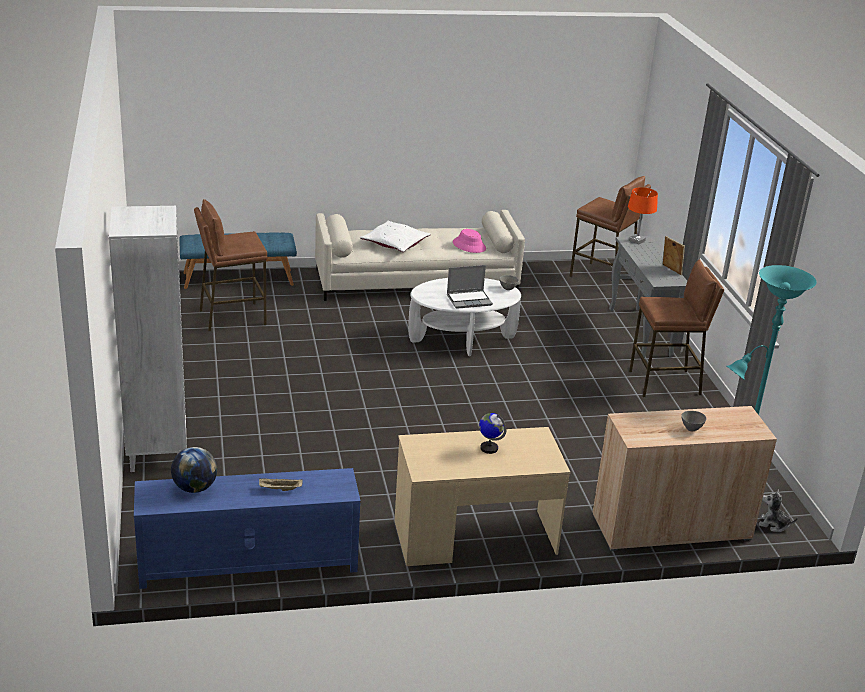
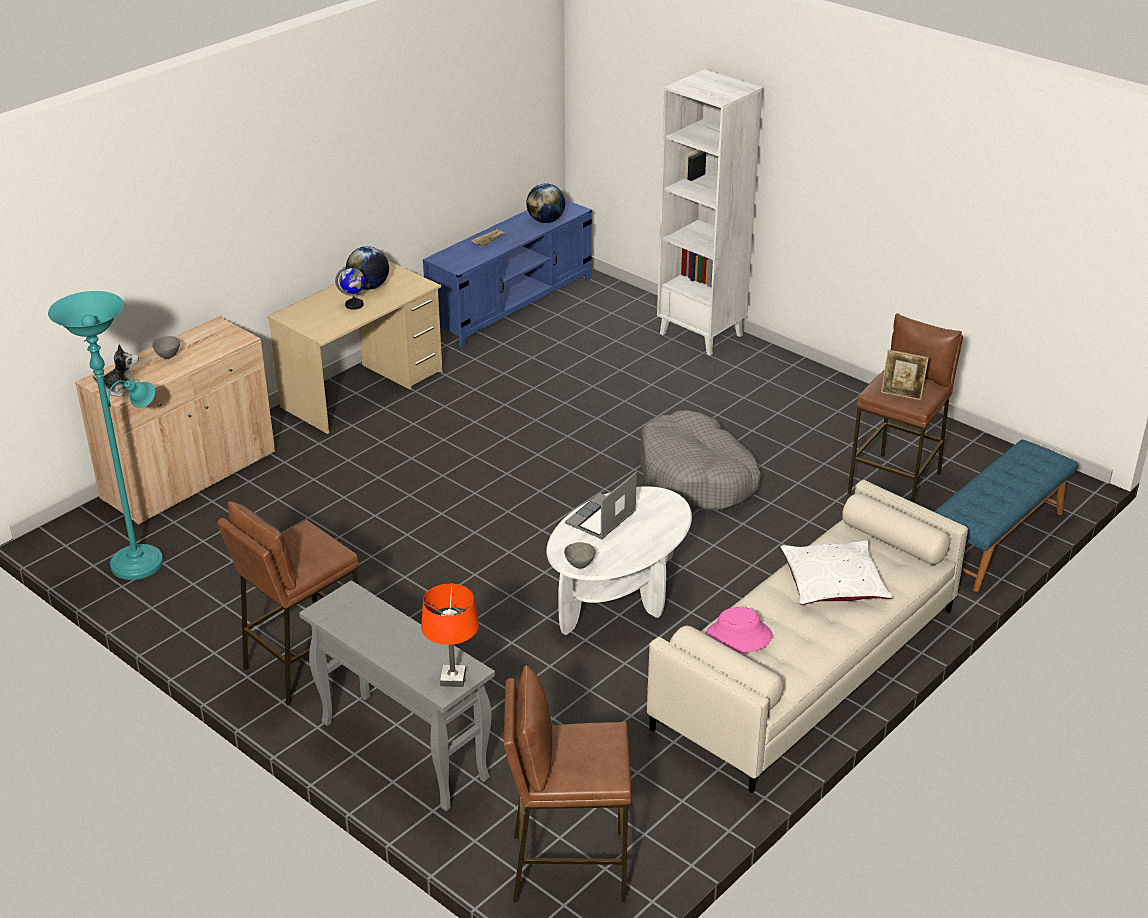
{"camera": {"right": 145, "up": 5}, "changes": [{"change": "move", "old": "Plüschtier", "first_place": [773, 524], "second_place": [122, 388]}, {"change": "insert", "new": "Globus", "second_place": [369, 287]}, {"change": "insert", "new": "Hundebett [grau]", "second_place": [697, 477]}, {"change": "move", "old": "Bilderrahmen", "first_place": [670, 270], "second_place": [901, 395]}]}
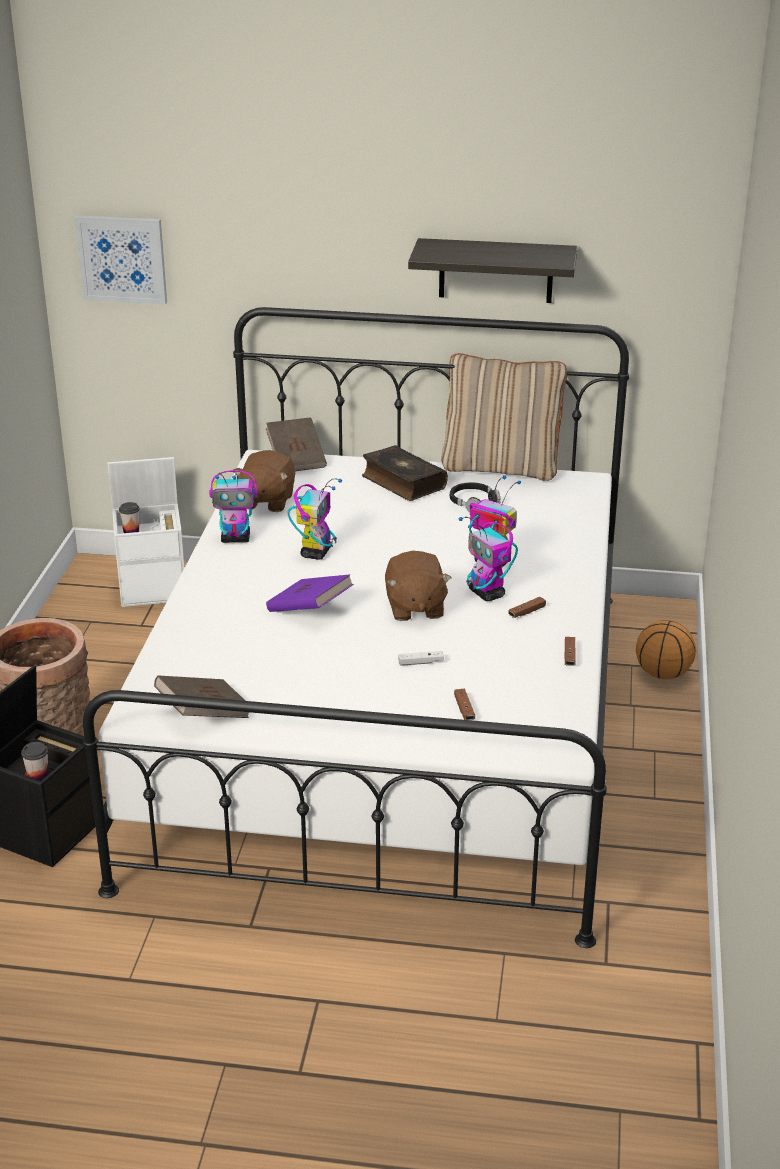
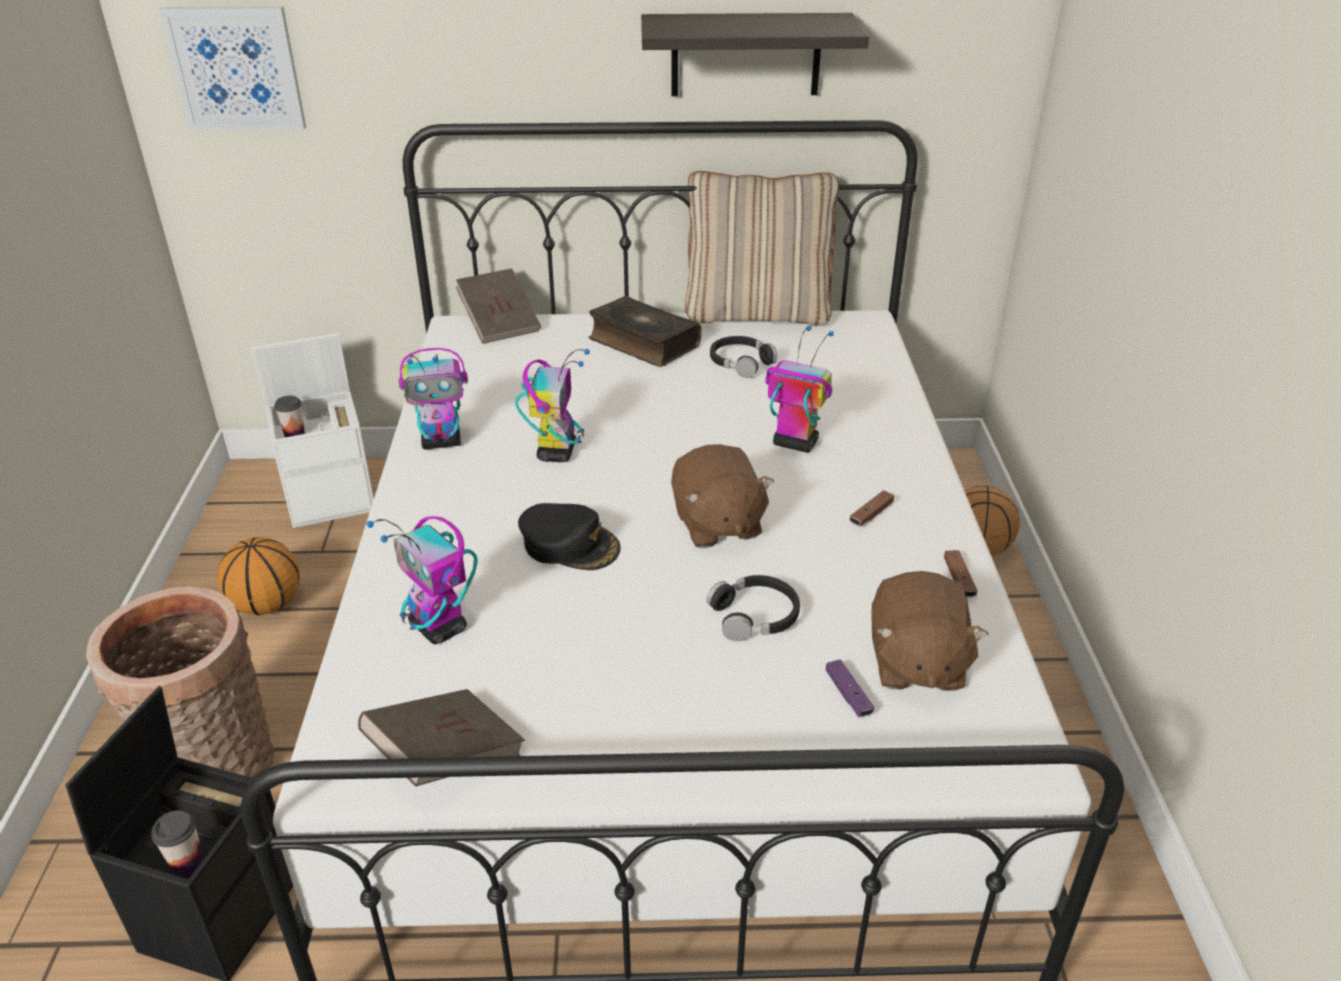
{"camera": {"right": -10, "up": 5}, "changes": [{"change": "insert", "new": "Basketball", "second_place": [266, 604]}, {"change": "move", "old": "Spielzeugroboter", "first_place": [487, 594], "second_place": [439, 627]}, {"change": "replace", "old": "Buch [lila]", "new": "Kappe [schwarz]", "first_place": [309, 610], "second_place": [570, 544]}, {"change": "replace", "old": "Gamepad [weiß]", "new": "Kopfhörer [schwarz]", "first_place": [420, 662], "second_place": [755, 616]}, {"change": "recolor", "old": "Gamepad [braun]", "new": "Gamepad [lila]", "first_place": [464, 709], "second_place": [848, 695]}, {"change": "move", "old": "Plüschtier [braun]", "first_place": [266, 501], "second_place": [915, 663]}]}
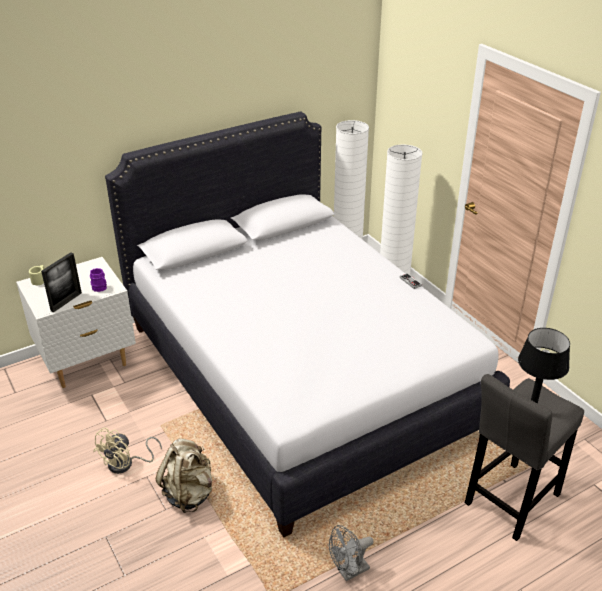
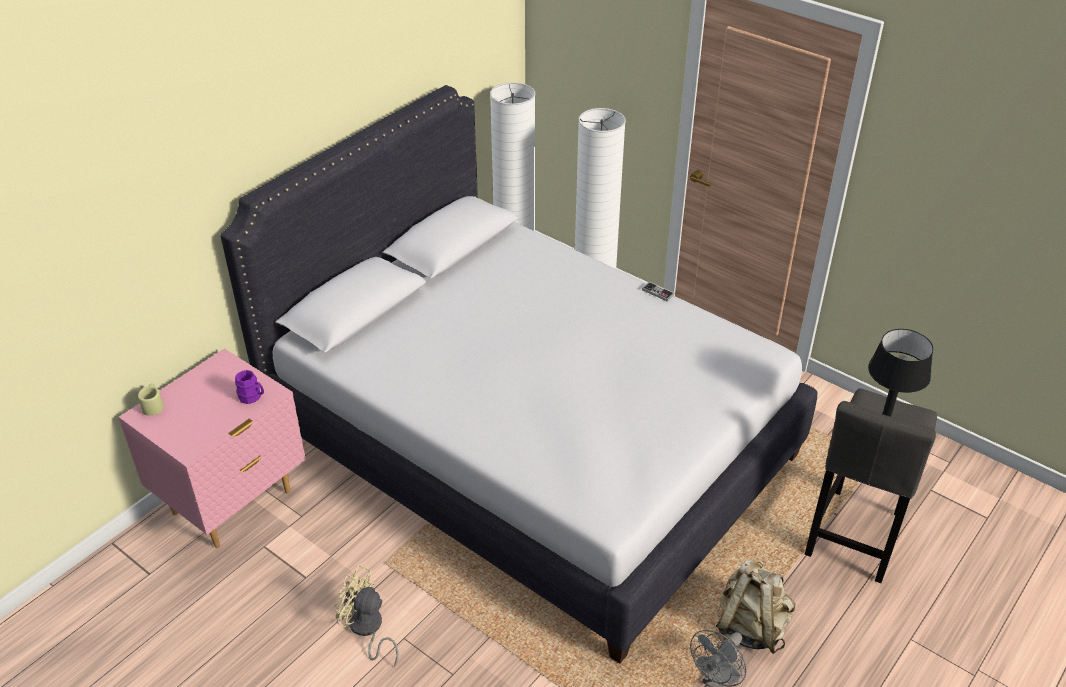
{"camera": {"right": -20, "up": 5}, "changes": [{"change": "recolor", "old": "Nachttisch [weiß]", "new": "Nachttisch [rosa]", "first_place": [87, 363], "second_place": [233, 503]}, {"change": "rotate", "old": "Ventilator [beige]", "first_place": [126, 464], "second_place": [367, 630], "degrees": 105}, {"change": "move", "old": "Rucksack [beige]", "first_place": [189, 493], "second_place": [750, 626]}, {"change": "delete", "old": "Bilderrahmen", "first_place": [66, 302]}]}
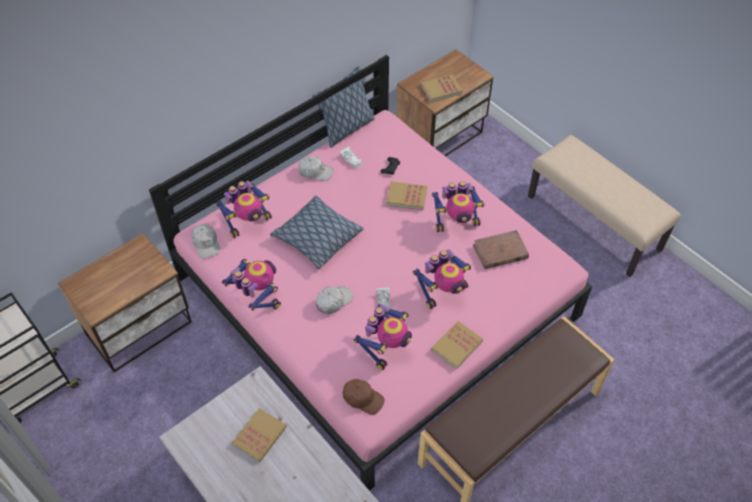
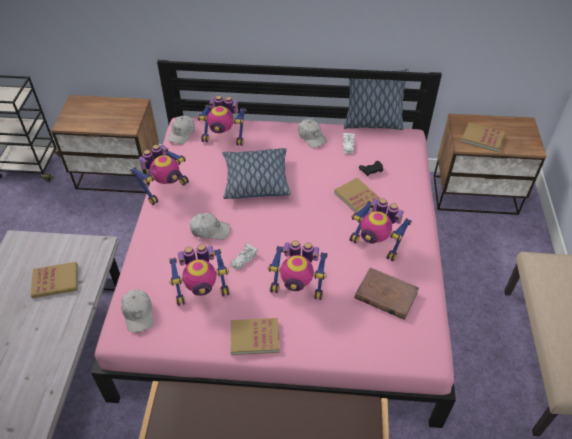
{"camera": {"right": 45, "up": -5}, "changes": [{"change": "recolor", "old": "Kappe [braun]", "new": "Kappe [weiß]", "first_place": [363, 398], "second_place": [138, 313]}, {"change": "rotate", "old": "Spielzeugroboter", "first_place": [257, 298], "second_place": [165, 189], "degrees": 45}]}
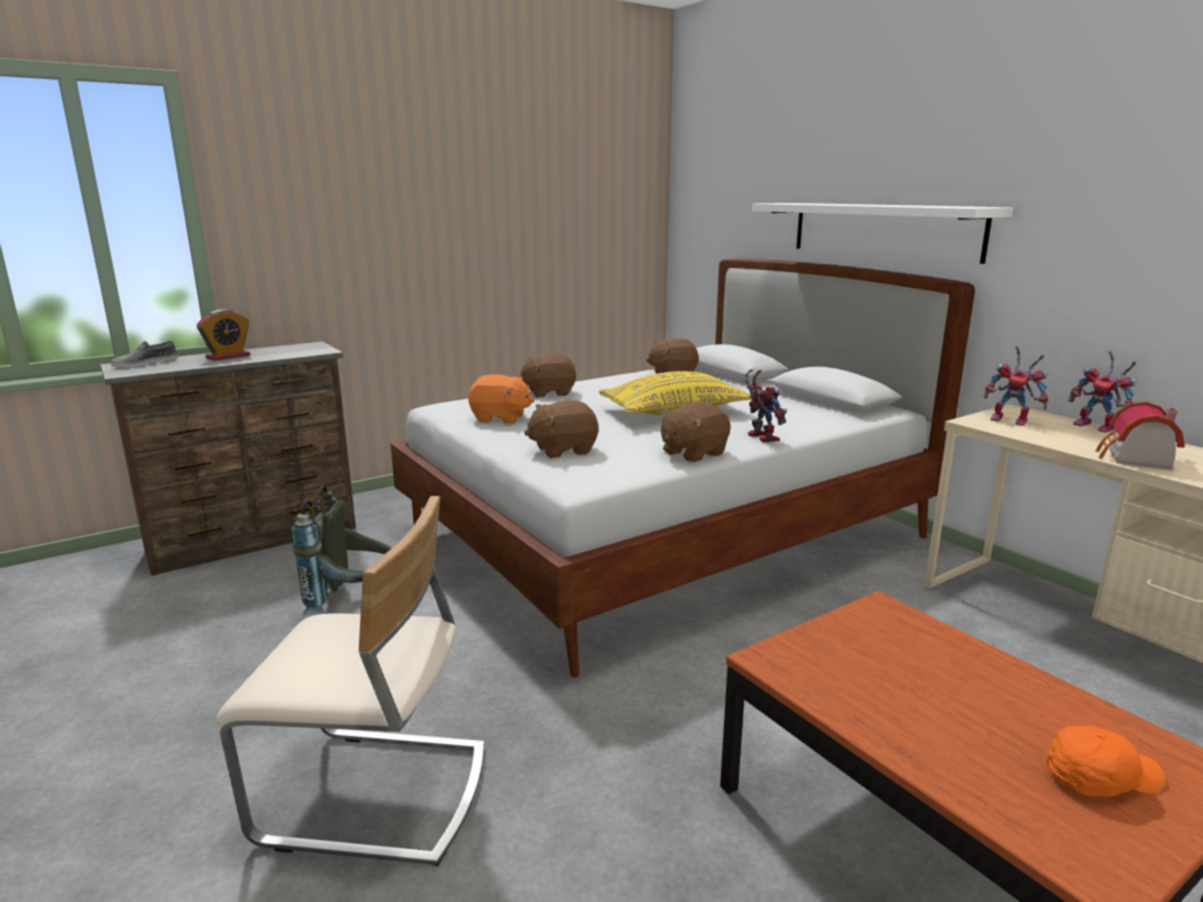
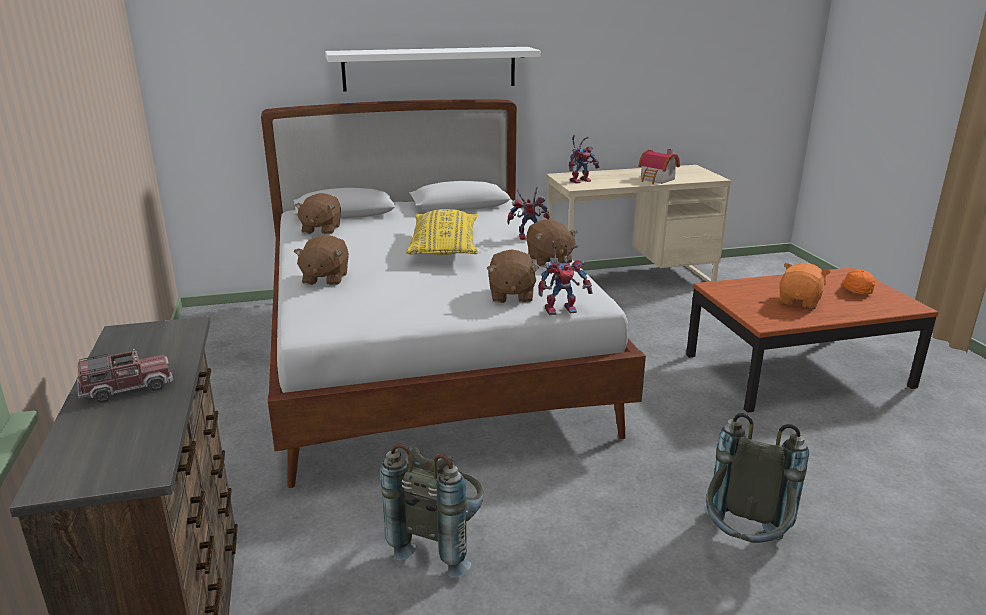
{"camera": {"right": -70, "up": 5}, "changes": [{"change": "replace", "old": "Wecker", "new": "Spielzeuglaster", "first_place": [228, 356], "second_place": [127, 388]}, {"change": "move", "old": "Spielzeugroboter", "first_place": [1099, 427], "second_place": [562, 309]}, {"change": "replace", "old": "Stuhl [beige]", "new": "Rucksack [grau]", "first_place": [374, 796], "second_place": [743, 545]}, {"change": "move", "old": "Plüschtier [orange]", "first_place": [500, 418], "second_place": [800, 301]}, {"change": "delete", "old": "Schuh [grau]", "first_place": [145, 363]}]}
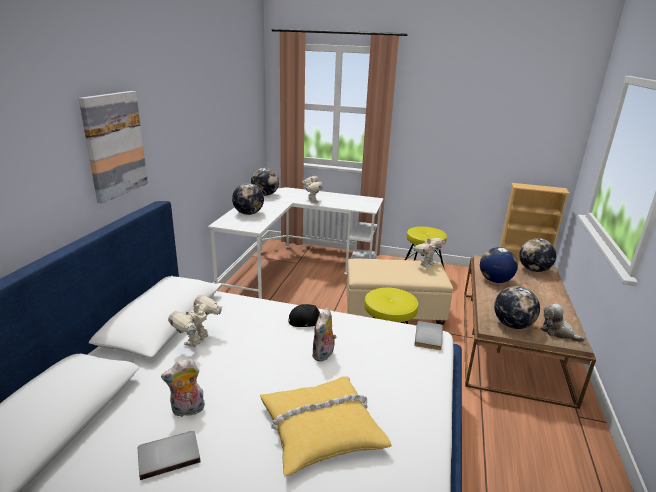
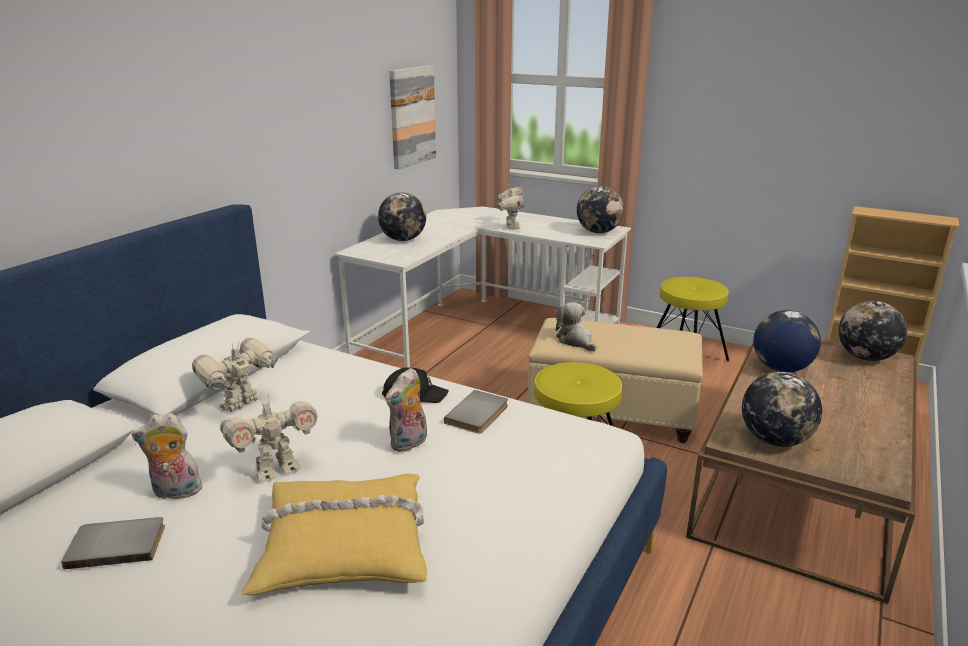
{"camera": {"right": 15, "up": 0}, "changes": [{"change": "move", "old": "Spielzeugroboter", "first_place": [426, 264], "second_place": [276, 469]}, {"change": "move", "old": "Bild", "first_place": [114, 145], "second_place": [411, 116]}, {"change": "move", "old": "Buch [grau]", "first_place": [430, 337], "second_place": [479, 414]}, {"change": "move", "old": "Plüschtier", "first_place": [558, 332], "second_place": [575, 341]}, {"change": "move", "old": "Globus", "first_place": [265, 195], "second_place": [598, 232]}]}
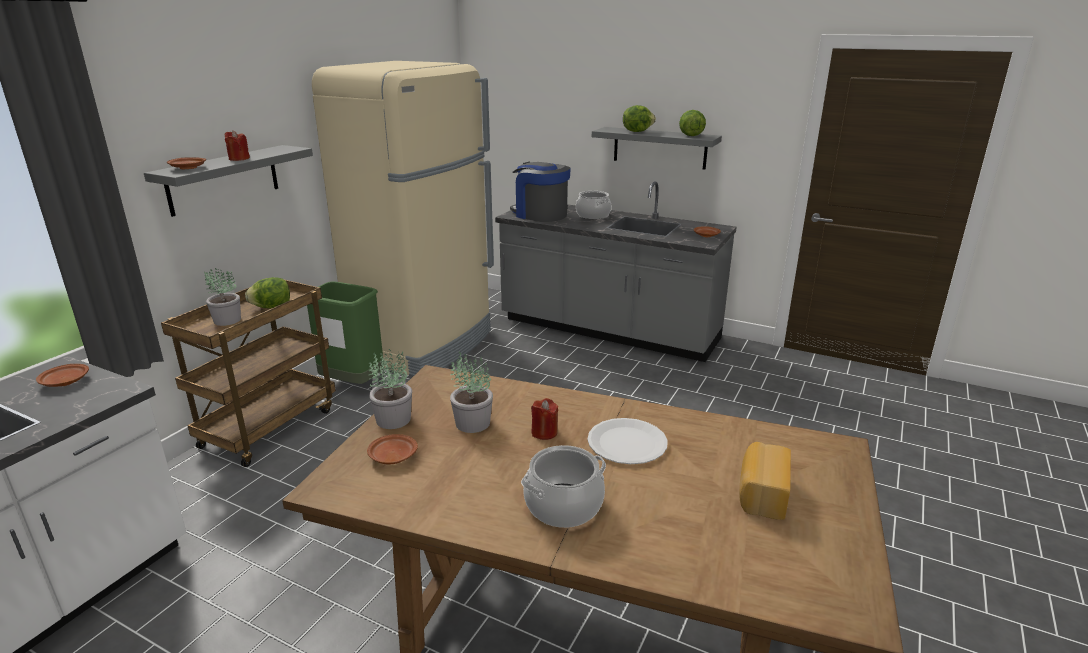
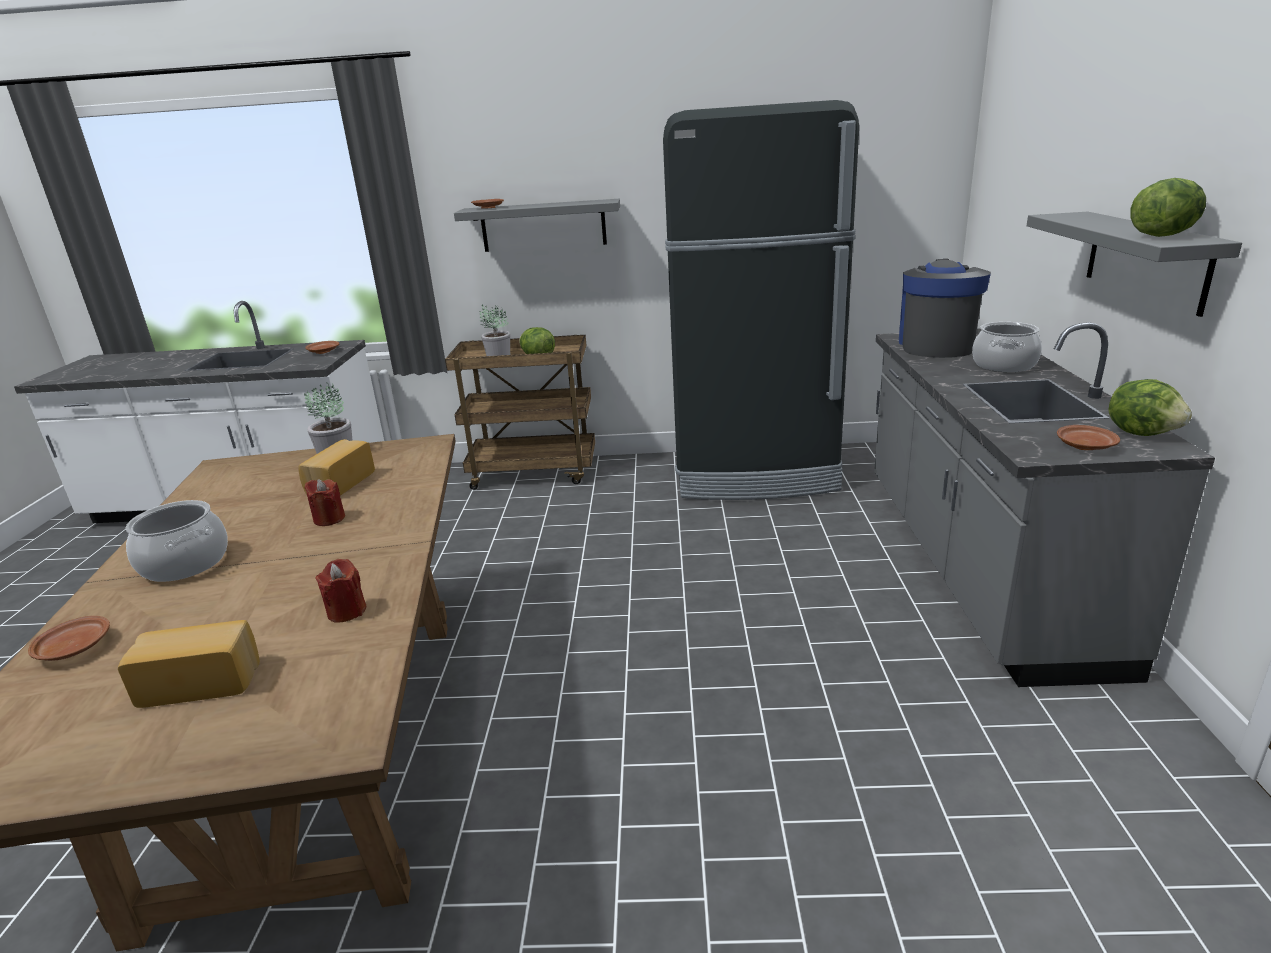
{"camera": {"right": 65, "up": 0}, "changes": [{"change": "move", "old": "Teller [braun]", "first_place": [392, 456], "second_place": [75, 648]}, {"change": "replace", "old": "Topfpflanze", "new": "Brot", "first_place": [472, 423], "second_place": [339, 483]}, {"change": "move", "old": "Kerze [rot]", "first_place": [239, 159], "second_place": [347, 611]}, {"change": "recolor", "old": "Kühlschrank [beige]", "new": "Kühlschrank [schwarz]", "first_place": [425, 345], "second_place": [754, 472]}, {"change": "move", "old": "Salatkopf", "first_place": [637, 131], "second_place": [1142, 433]}, {"change": "delete", "old": "Mülleimer [grün]", "first_place": [352, 384]}, {"change": "delete", "old": "Teller [weiß]", "first_place": [627, 443]}]}
